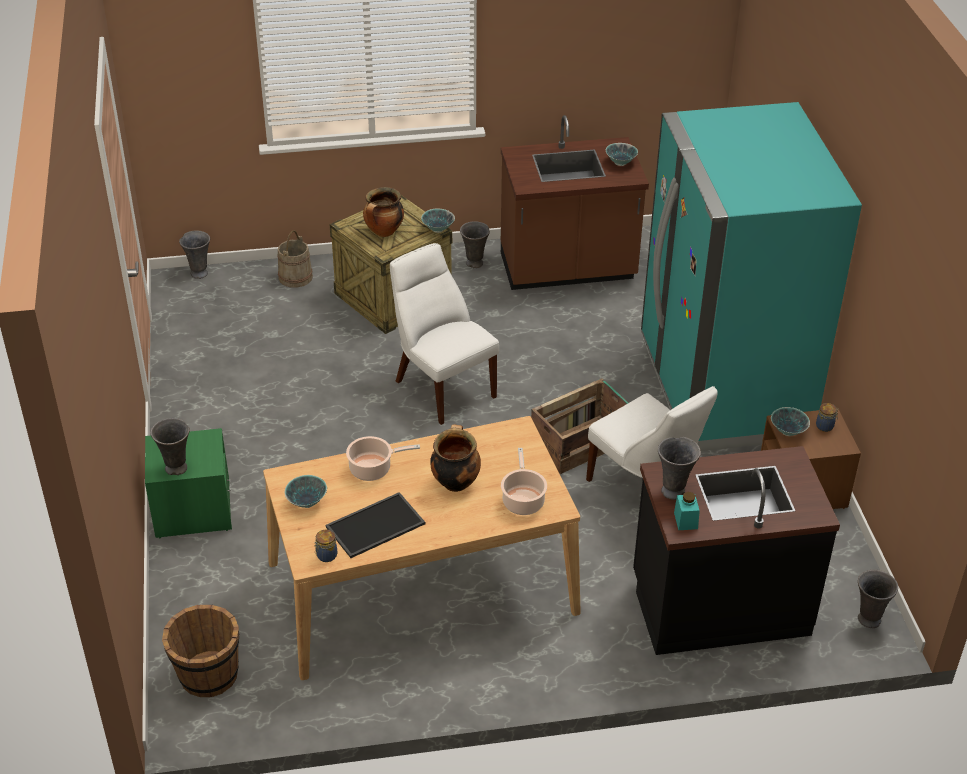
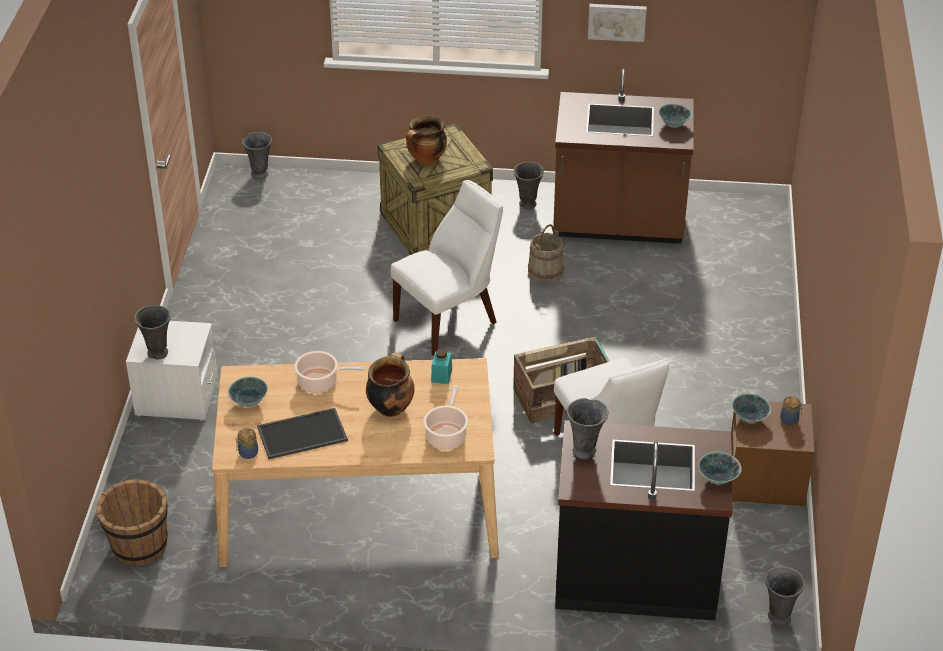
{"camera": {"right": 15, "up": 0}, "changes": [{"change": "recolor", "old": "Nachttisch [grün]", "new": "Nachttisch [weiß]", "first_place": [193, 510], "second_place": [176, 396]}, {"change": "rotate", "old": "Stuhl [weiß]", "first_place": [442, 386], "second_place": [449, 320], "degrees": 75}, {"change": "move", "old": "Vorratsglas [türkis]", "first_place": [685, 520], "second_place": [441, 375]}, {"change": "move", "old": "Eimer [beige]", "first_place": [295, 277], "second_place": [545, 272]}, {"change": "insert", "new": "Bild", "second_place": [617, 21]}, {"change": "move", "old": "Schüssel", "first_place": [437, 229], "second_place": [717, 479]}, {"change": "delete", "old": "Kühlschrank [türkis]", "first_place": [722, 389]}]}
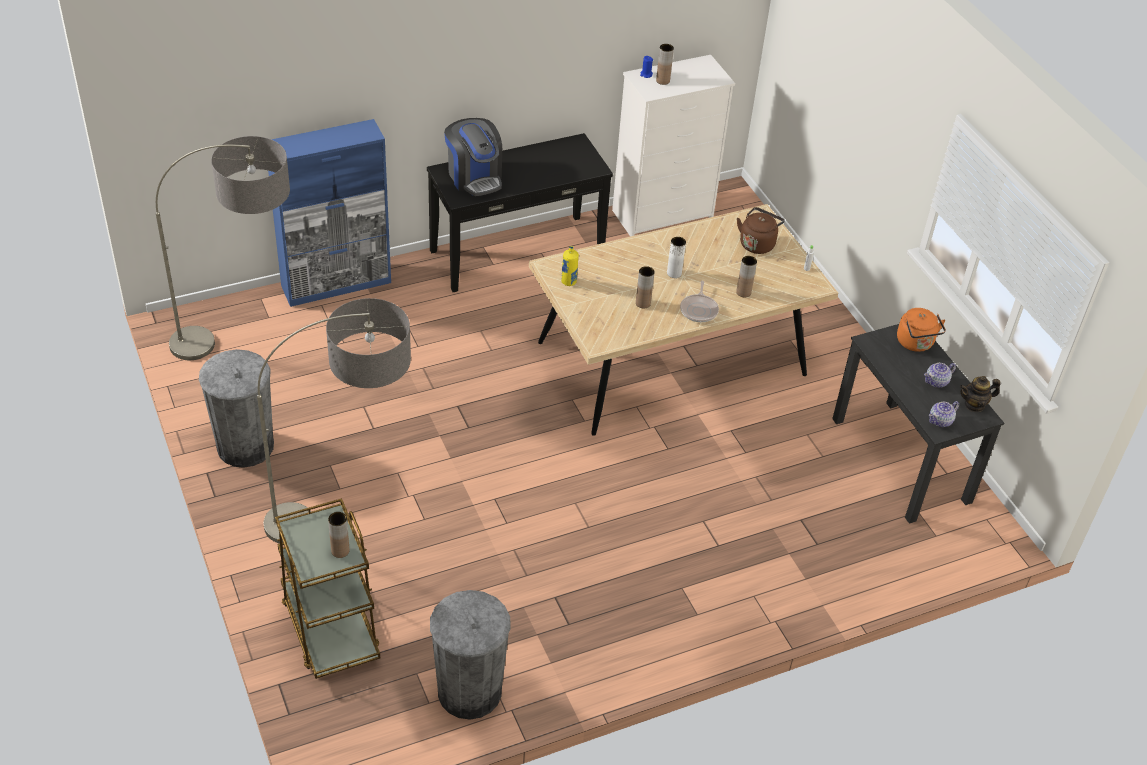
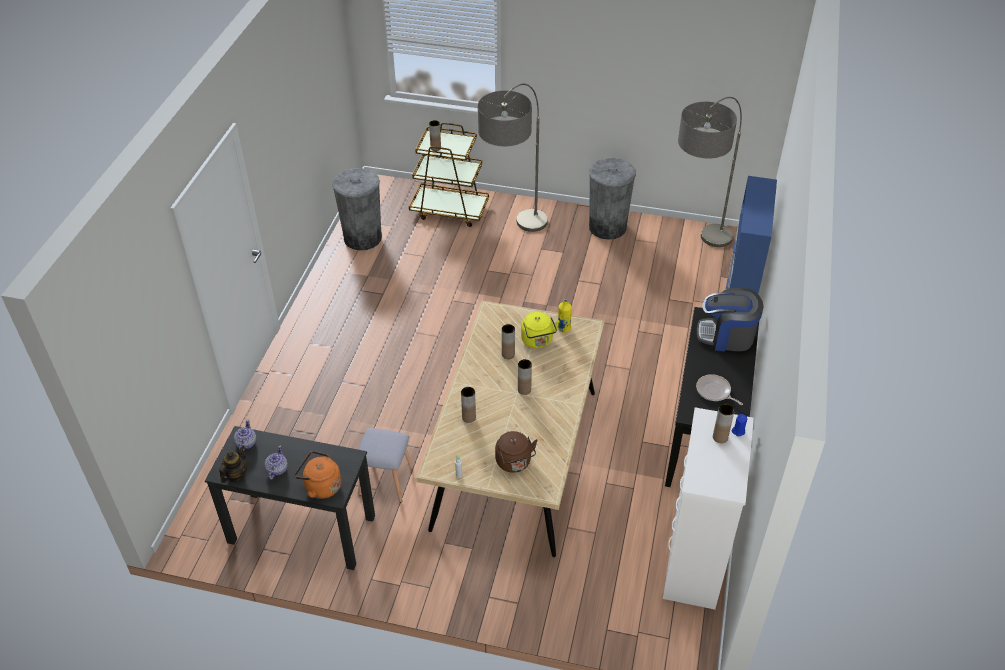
{"camera": {"right": 130, "up": 0}, "changes": [{"change": "insert", "new": "Hocker [grau]", "second_place": [386, 480]}, {"change": "recolor", "old": "Vase [weiß]", "new": "Vase [braun]", "first_place": [674, 273], "second_place": [524, 390]}, {"change": "insert", "new": "Wasserkessel [gelb]", "second_place": [538, 341]}, {"change": "move", "old": "Pfanne", "first_place": [699, 309], "second_place": [714, 391]}]}
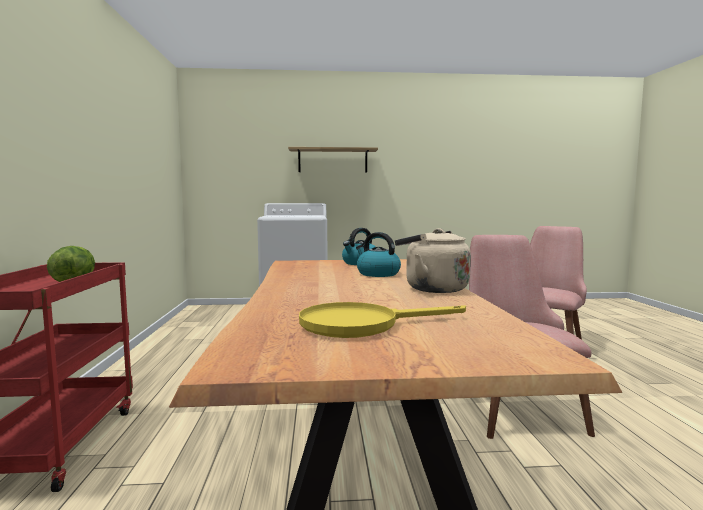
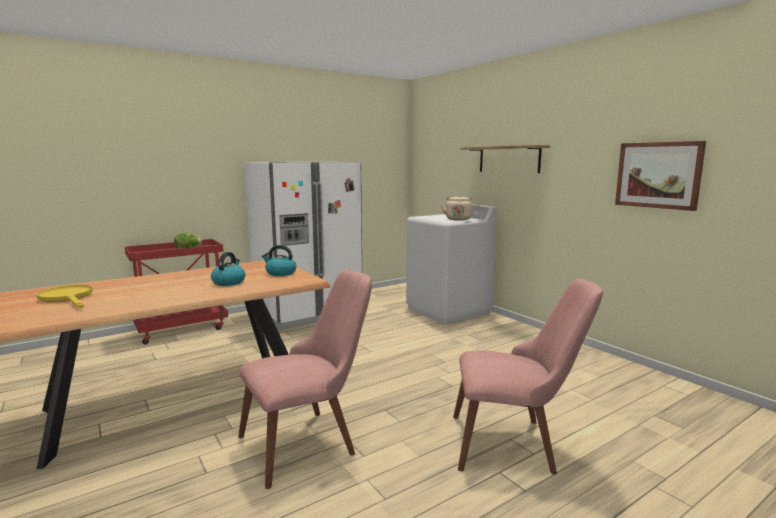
{"camera": {"right": 60, "up": 5}, "changes": [{"change": "insert", "new": "Kühlschrank [weiß]", "second_place": [307, 313]}, {"change": "move", "old": "Wasserkessel [beige]", "first_place": [432, 289], "second_place": [458, 219]}, {"change": "insert", "new": "Bild", "second_place": [658, 175]}]}
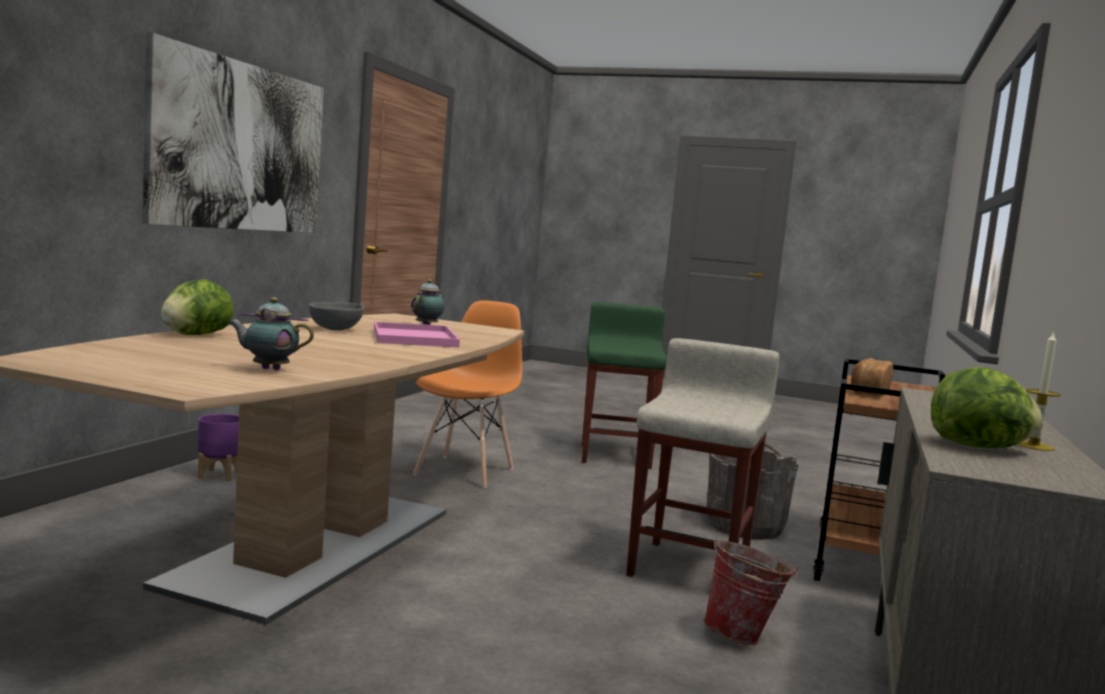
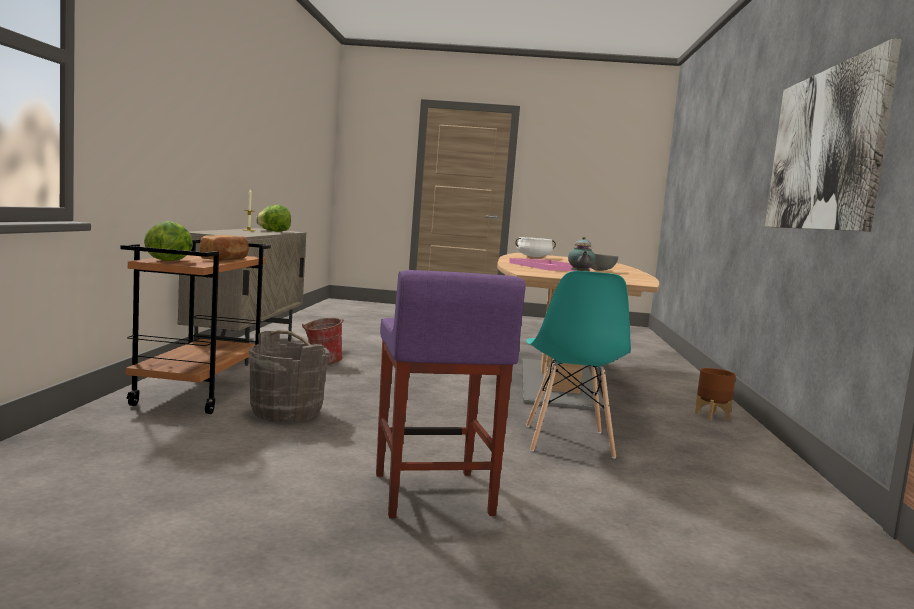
{"camera": {"right": 165, "up": 0}, "changes": [{"change": "move", "old": "Salatkopf", "first_place": [195, 335], "second_place": [170, 261]}, {"change": "recolor", "old": "Hocker [grün]", "new": "Hocker [lila]", "first_place": [615, 456], "second_place": [432, 494]}, {"change": "replace", "old": "Teekanne", "new": "Kochtopf [weiß]", "first_place": [268, 369], "second_place": [533, 256]}, {"change": "recolor", "old": "Stuhl [orange]", "new": "Stuhl [türkis]", "first_place": [465, 471], "second_place": [567, 441]}, {"change": "recolor", "old": "Pflanzkübel [lila]", "new": "Pflanzkübel [braun]", "first_place": [218, 475], "second_place": [712, 416]}, {"change": "delete", "old": "Hocker [beige]", "first_place": [690, 568]}]}
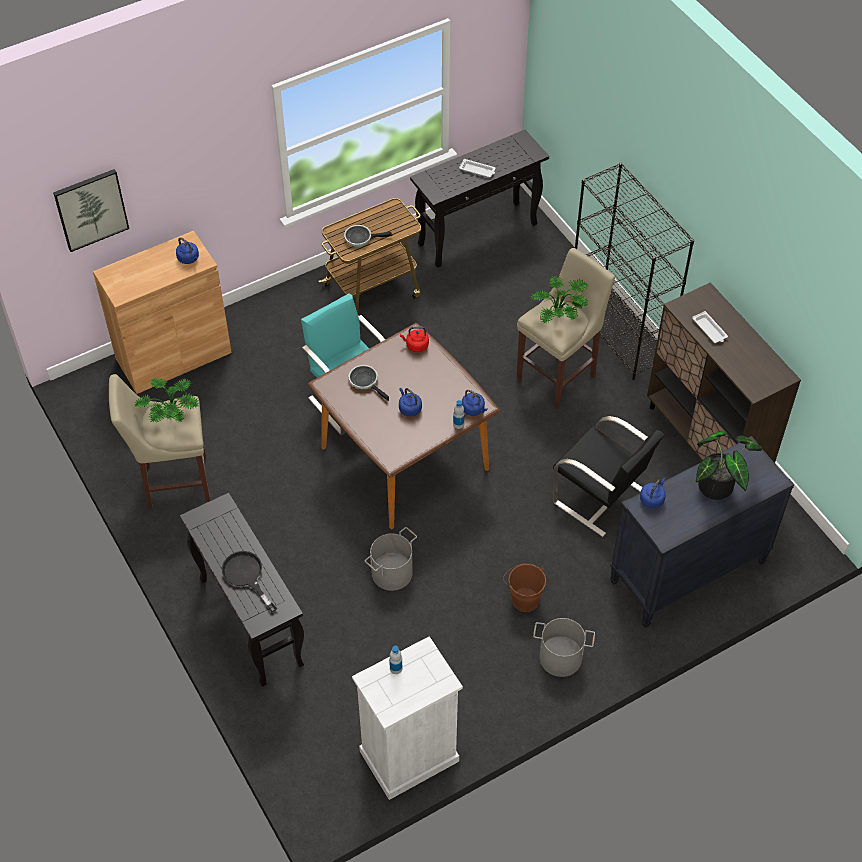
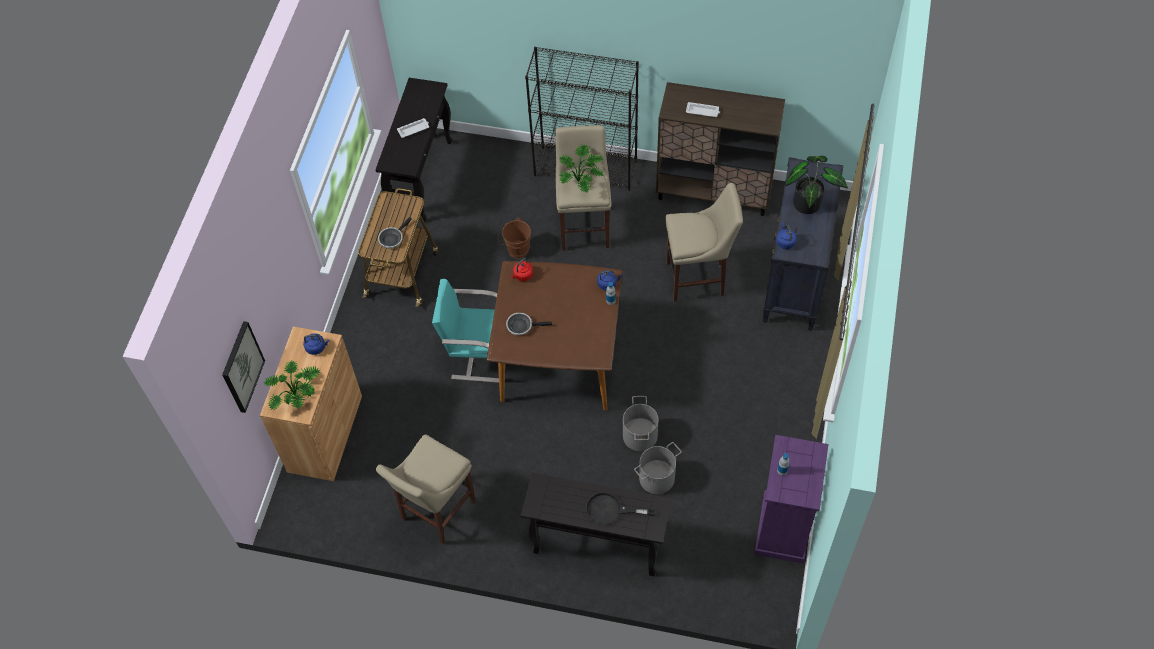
{"camera": {"right": -45, "up": 5}, "changes": [{"change": "move", "old": "Topfpflanze", "first_place": [171, 415], "second_place": [297, 396]}, {"change": "move", "old": "Eimer [braun]", "first_place": [523, 598], "second_place": [516, 249]}, {"change": "move", "old": "Eimer [grau]", "first_place": [560, 658], "second_place": [657, 478]}, {"change": "replace", "old": "Stuhl [schwarz]", "new": "Hocker [beige]", "first_place": [600, 498], "second_place": [698, 278]}, {"change": "recolor", "old": "Kommode [weiß]", "new": "Kommode [lila]", "first_place": [409, 757], "second_place": [783, 529]}, {"change": "delete", "old": "Wasserkessel [blau]", "first_place": [409, 408]}]}
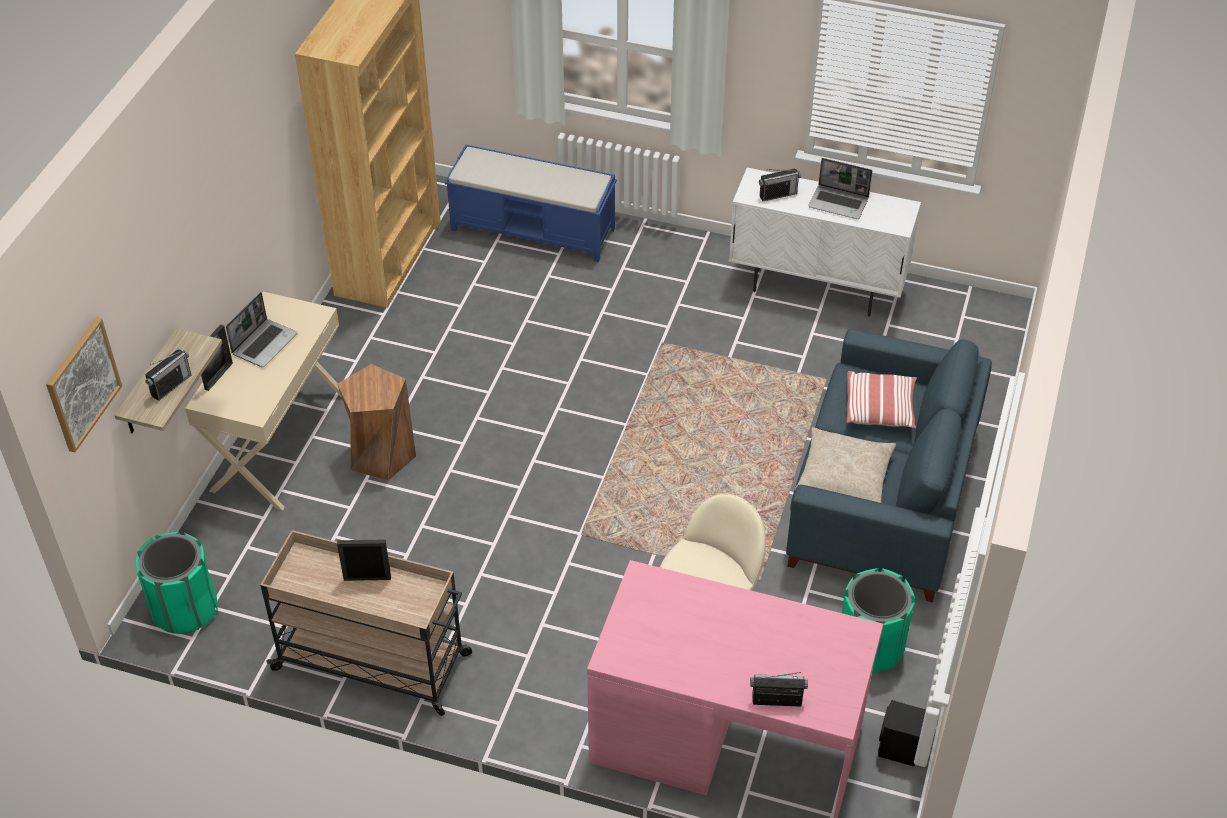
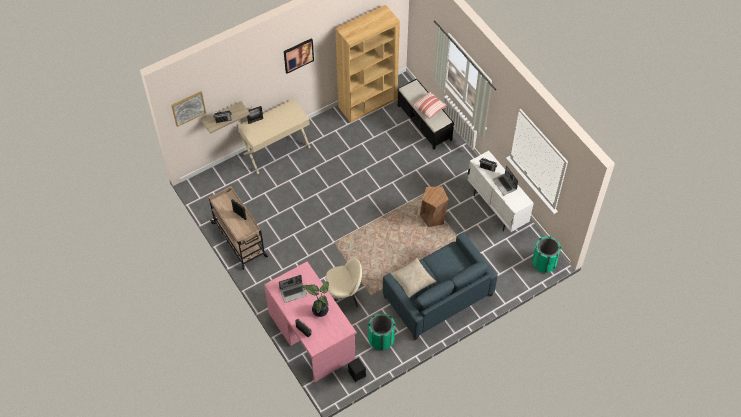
{"camera": {"right": 40, "up": 10}, "changes": [{"change": "move", "old": "Laptop", "first_place": [264, 343], "second_place": [293, 292]}, {"change": "insert", "new": "Bild", "second_place": [298, 55]}, {"change": "insert", "new": "Topfpflanze", "second_place": [319, 309]}, {"change": "recolor", "old": "Bank [blau]", "new": "Bank [schwarz]", "first_place": [534, 229], "second_place": [424, 123]}, {"change": "move", "old": "Kissen", "first_place": [880, 408], "second_place": [429, 108]}, {"change": "move", "old": "Hocker [braun]", "first_place": [381, 455], "second_place": [433, 216]}, {"change": "move", "old": "Mülleimer [grün]", "first_place": [185, 609], "second_place": [544, 262]}]}
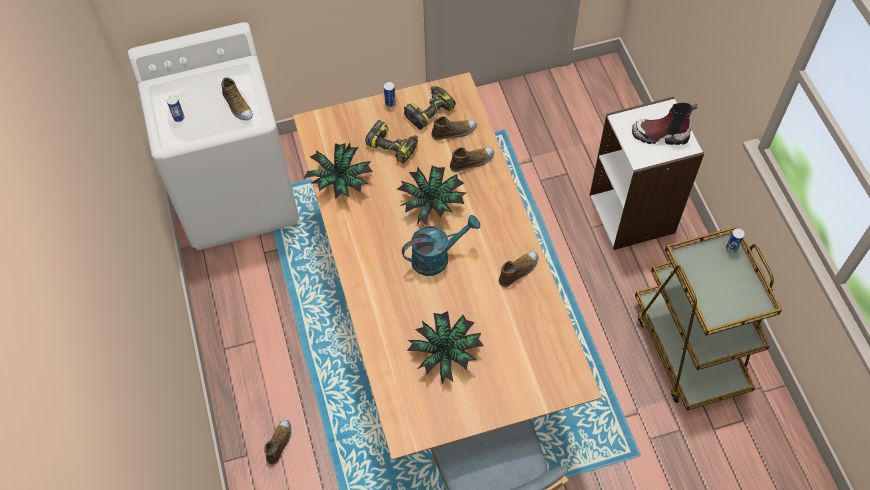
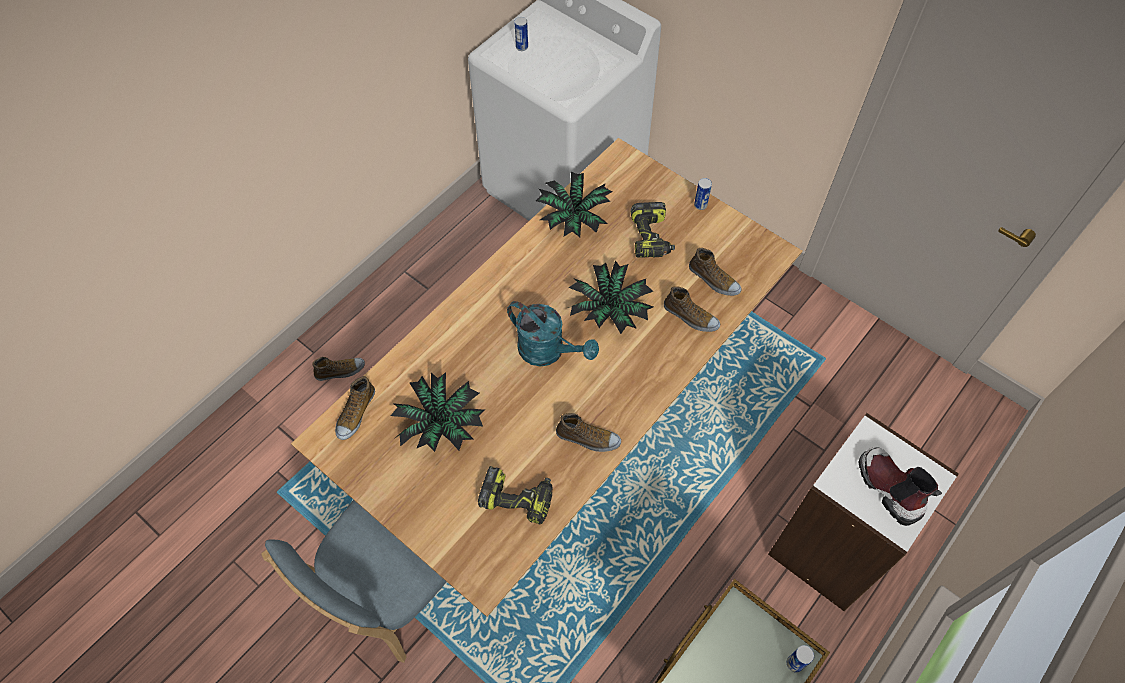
{"camera": {"right": 55, "up": 0}, "changes": [{"change": "move", "old": "Schuh", "first_place": [237, 106], "second_place": [355, 413]}, {"change": "move", "old": "Bohrmaschine", "first_place": [429, 110], "second_place": [518, 498]}]}
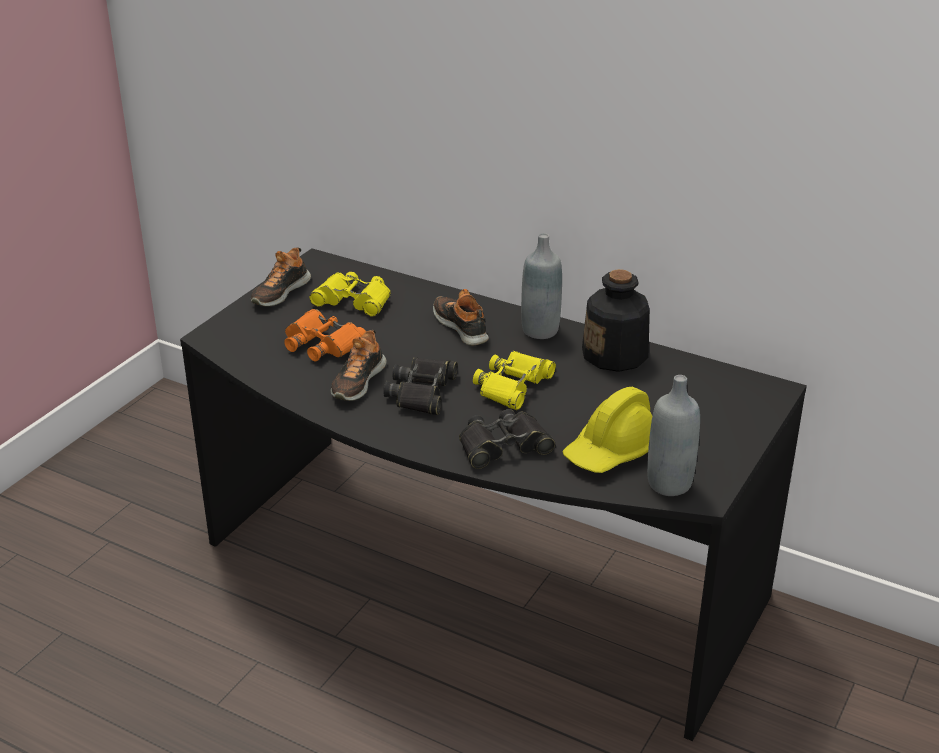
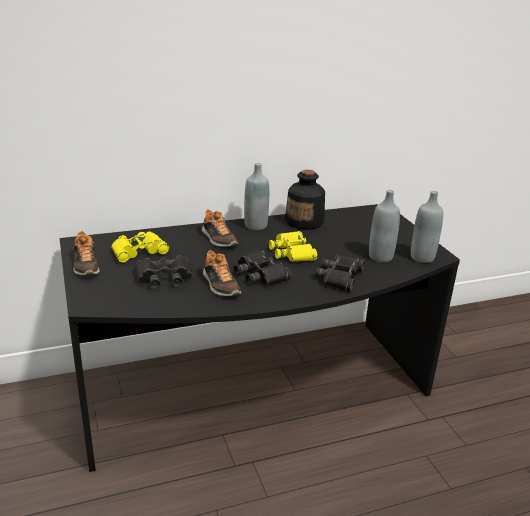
{"camera": {"right": -50, "up": -5}, "changes": [{"change": "recolor", "old": "Fernglas [orange]", "new": "Fernglas [schwarz]", "first_place": [323, 343], "second_place": [164, 277]}, {"change": "rotate", "old": "Schuh", "first_place": [461, 327], "second_place": [218, 239], "degrees": -135}, {"change": "replace", "old": "Schutzhelm [gelb]", "new": "Flasche [grau]", "first_place": [612, 451], "second_place": [380, 257]}]}
